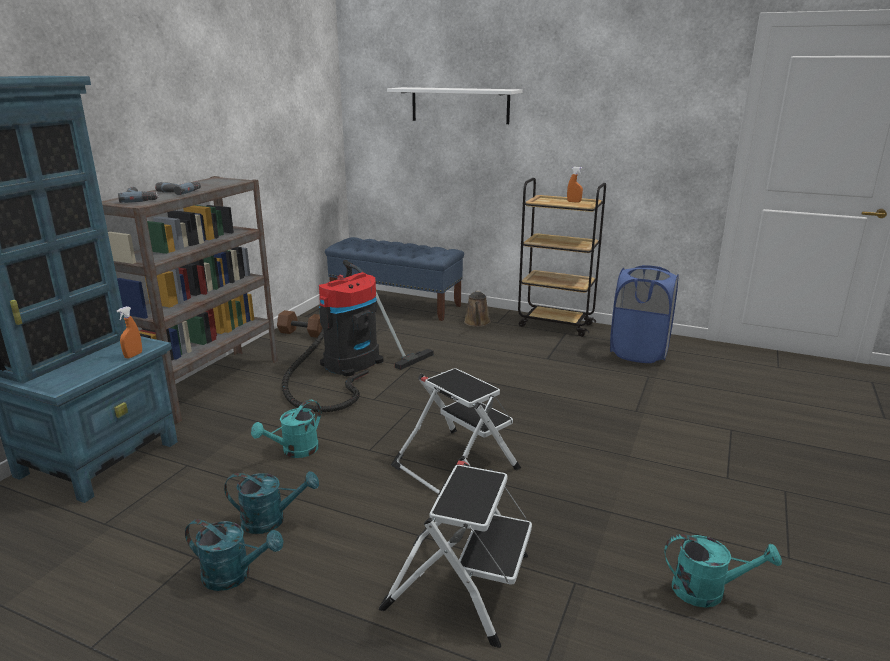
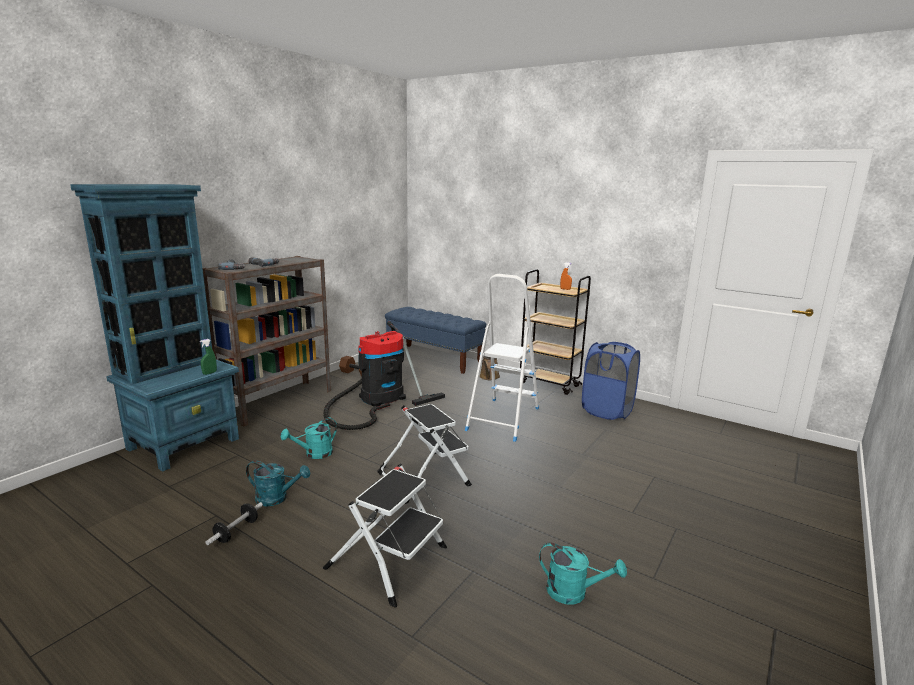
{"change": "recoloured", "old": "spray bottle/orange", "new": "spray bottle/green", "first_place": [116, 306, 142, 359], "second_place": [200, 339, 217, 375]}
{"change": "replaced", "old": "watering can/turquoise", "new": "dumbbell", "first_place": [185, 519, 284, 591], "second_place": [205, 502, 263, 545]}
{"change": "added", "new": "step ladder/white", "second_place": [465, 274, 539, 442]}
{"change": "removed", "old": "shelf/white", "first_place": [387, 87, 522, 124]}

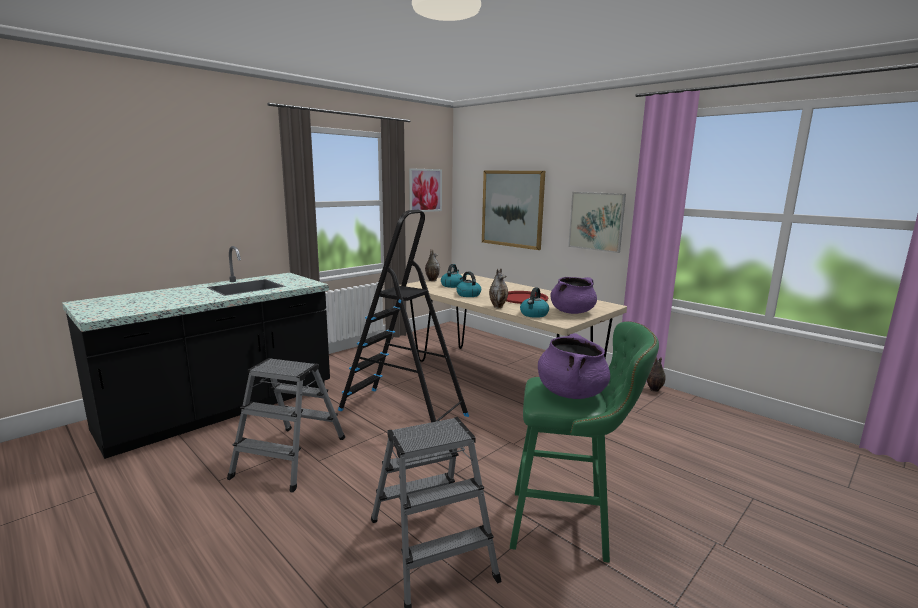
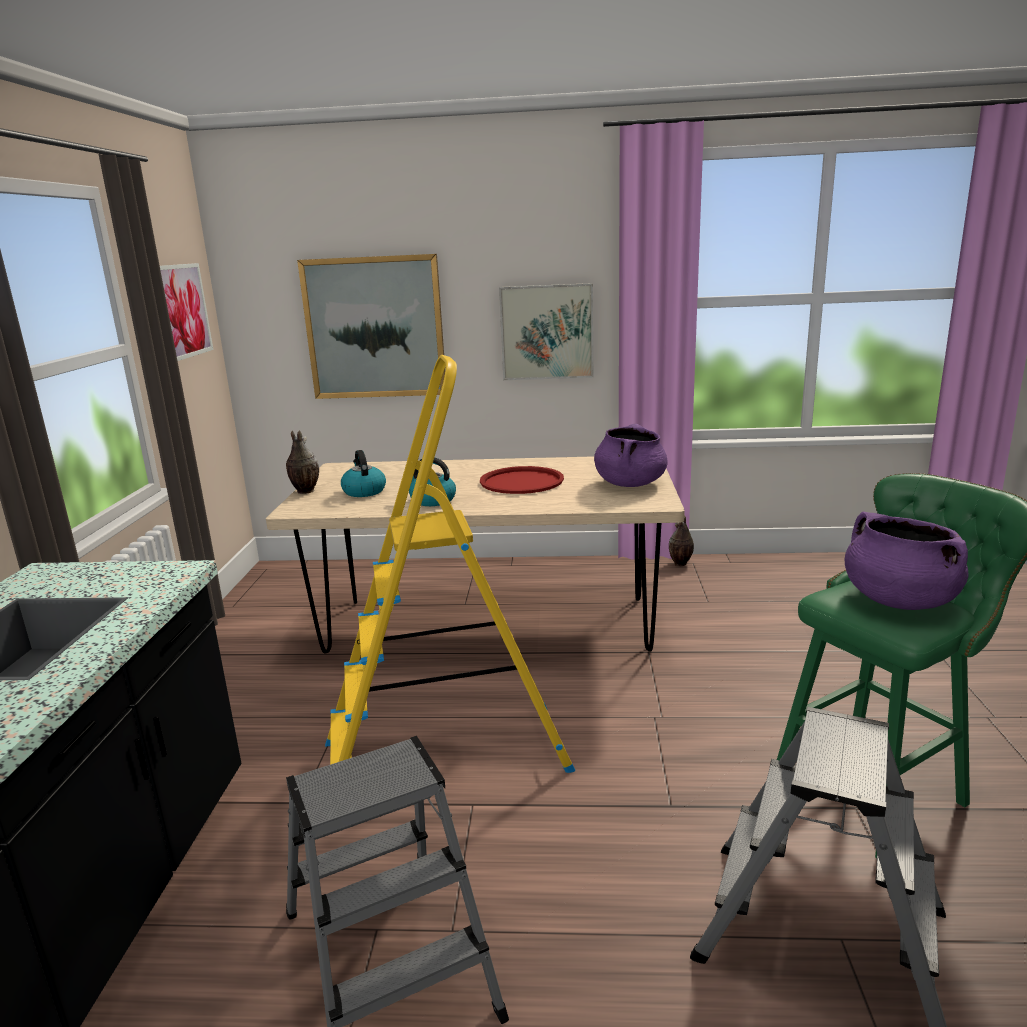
{"change": "recoloured", "old": "step ladder/black", "new": "step ladder/yellow", "first_place": [338, 210, 469, 422], "second_place": [325, 355, 575, 773]}
{"change": "removed", "old": "vase", "first_place": [489, 268, 508, 308]}
{"change": "removed", "old": "kettle", "first_place": [520, 287, 549, 318]}

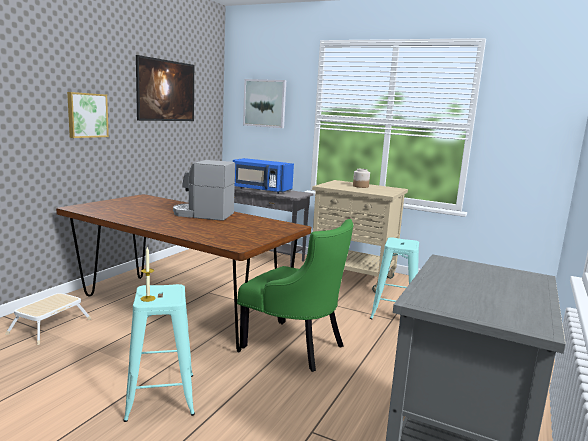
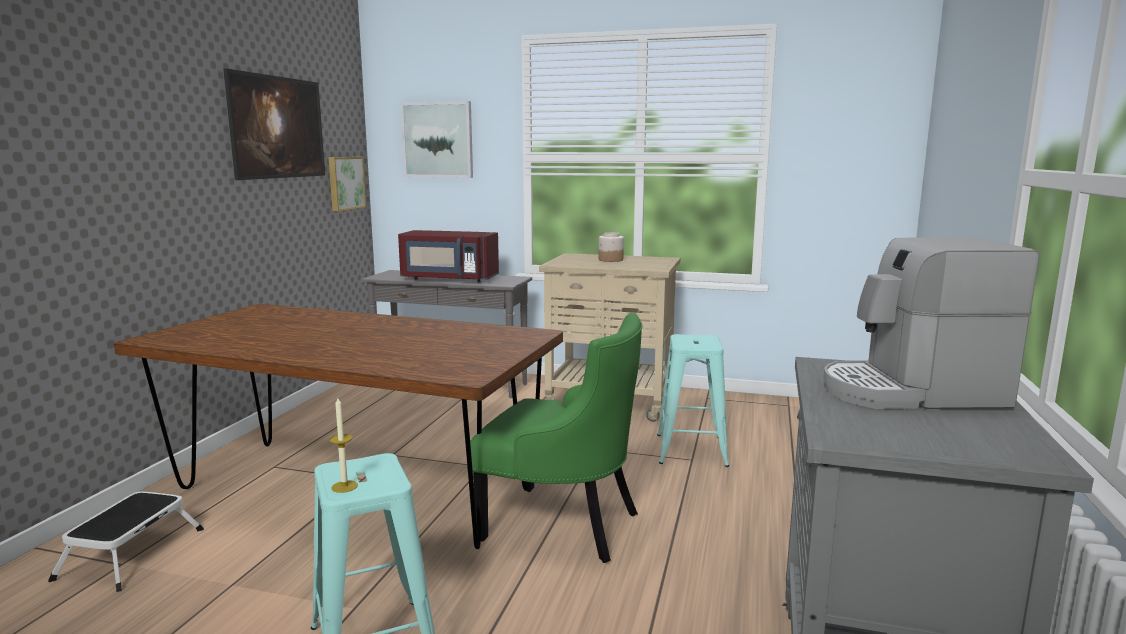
{"change": "recoloured", "old": "step ladder/beige", "new": "step ladder/black", "first_place": [5, 293, 91, 345], "second_place": [48, 492, 204, 592]}
{"change": "moved", "old": "picture", "first_place": [67, 92, 109, 138], "second_place": [328, 157, 366, 211]}
{"change": "recoloured", "old": "microwave/blue", "new": "microwave/red", "first_place": [233, 158, 294, 194], "second_place": [398, 230, 499, 282]}
{"change": "moved", "old": "coffee machine", "first_place": [173, 160, 235, 221], "second_place": [824, 237, 1039, 409]}

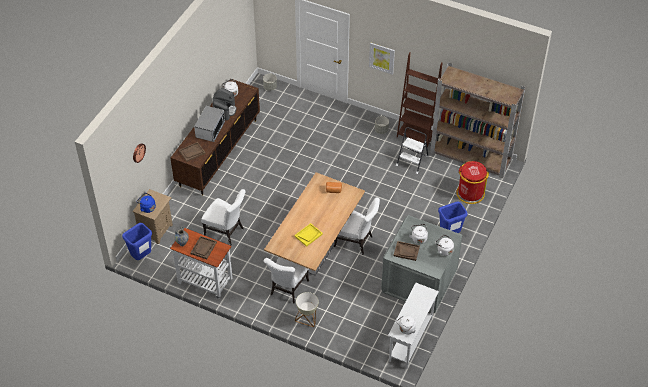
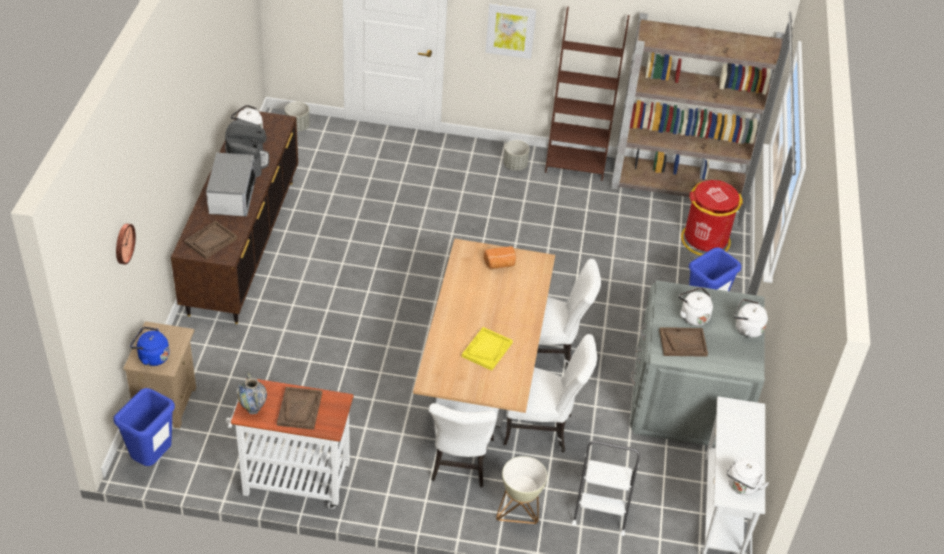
{"change": "moved", "old": "chair/white", "first_place": [201, 189, 246, 245], "second_place": [503, 334, 597, 453]}
{"change": "moved", "old": "step ladder/white", "first_place": [396, 127, 429, 174], "second_place": [571, 441, 640, 536]}

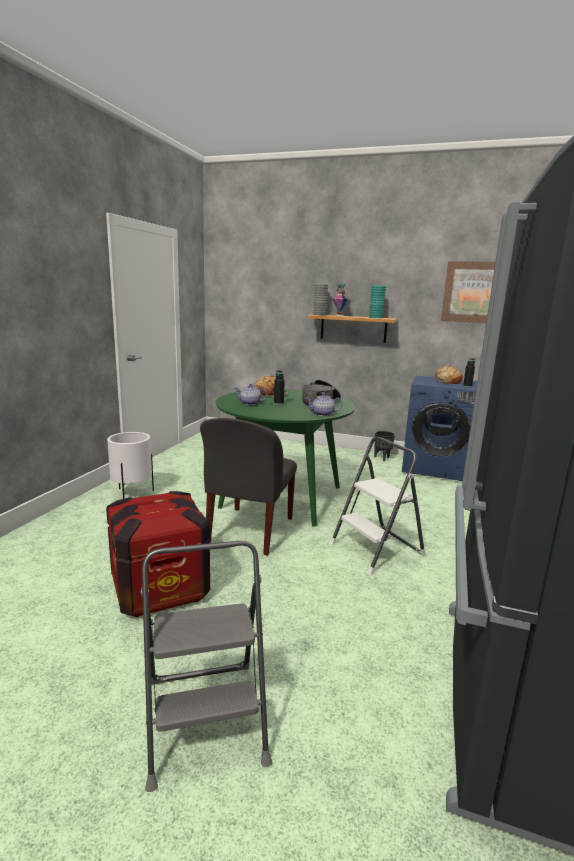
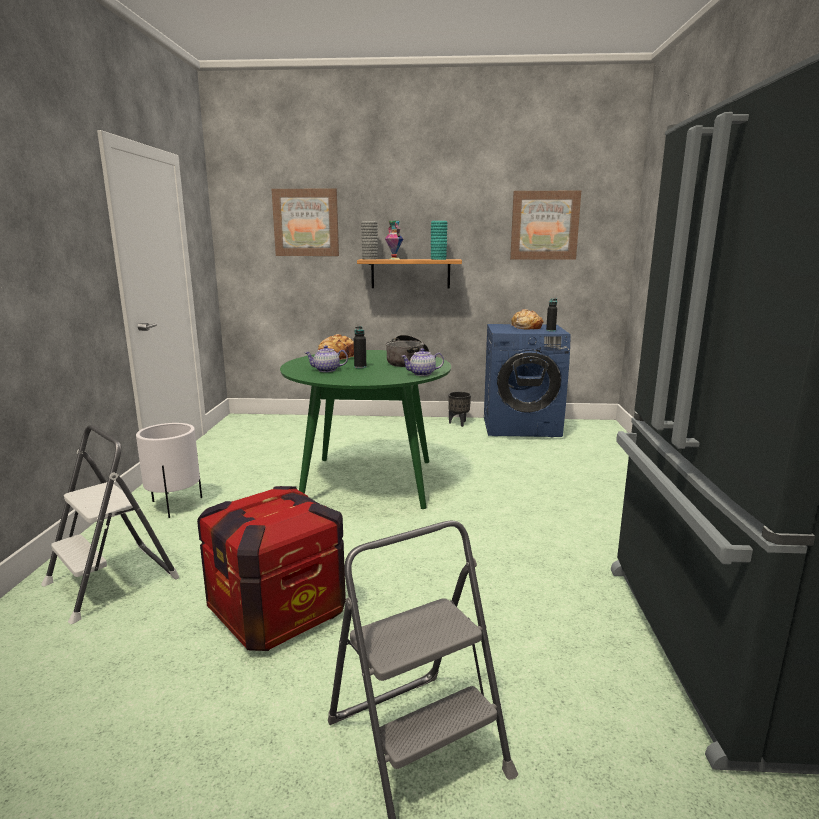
{"change": "moved", "old": "step ladder/white", "first_place": [328, 437, 425, 575], "second_place": [41, 425, 179, 624]}
{"change": "added", "new": "picture", "second_place": [272, 188, 339, 256]}
{"change": "removed", "old": "chair/grey", "first_place": [200, 418, 297, 555]}

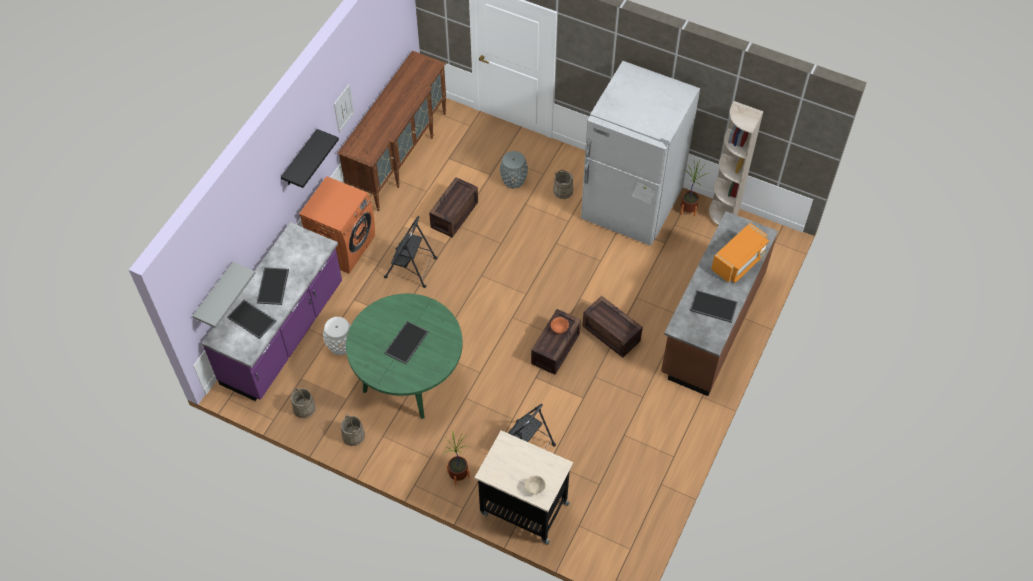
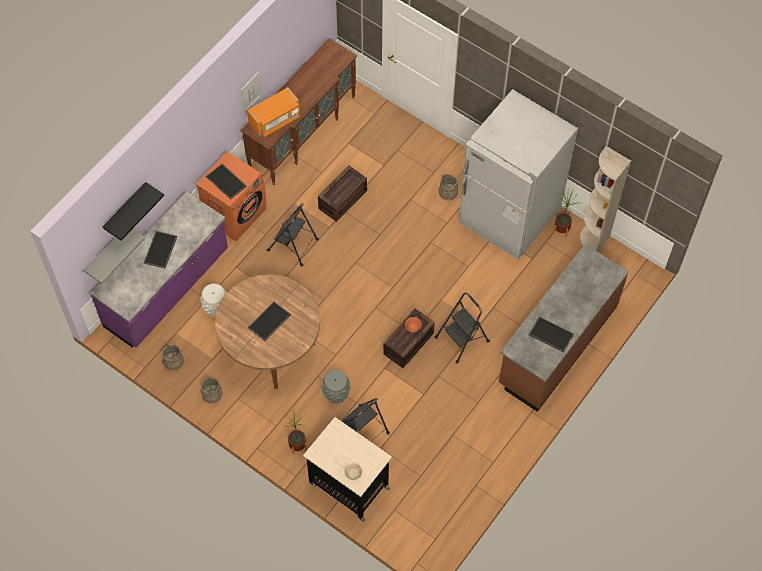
{"change": "moved", "old": "shelf/black", "first_place": [281, 129, 339, 188], "second_place": [102, 182, 164, 241]}
{"change": "moved", "old": "tray", "first_place": [227, 300, 276, 339], "second_place": [206, 164, 247, 200]}
{"change": "recoloured", "old": "dining table/green", "new": "dining table/brown", "first_place": [346, 294, 463, 419], "second_place": [215, 274, 320, 389]}
{"change": "moved", "old": "microwave/orange", "first_place": [711, 223, 769, 283], "second_place": [247, 87, 300, 137]}
{"change": "moved", "old": "stool/grey", "first_place": [500, 151, 528, 188], "second_place": [322, 370, 350, 404]}
{"change": "replaced", "old": "crate", "new": "step ladder/black", "first_place": [582, 296, 643, 358], "second_place": [435, 293, 490, 363]}

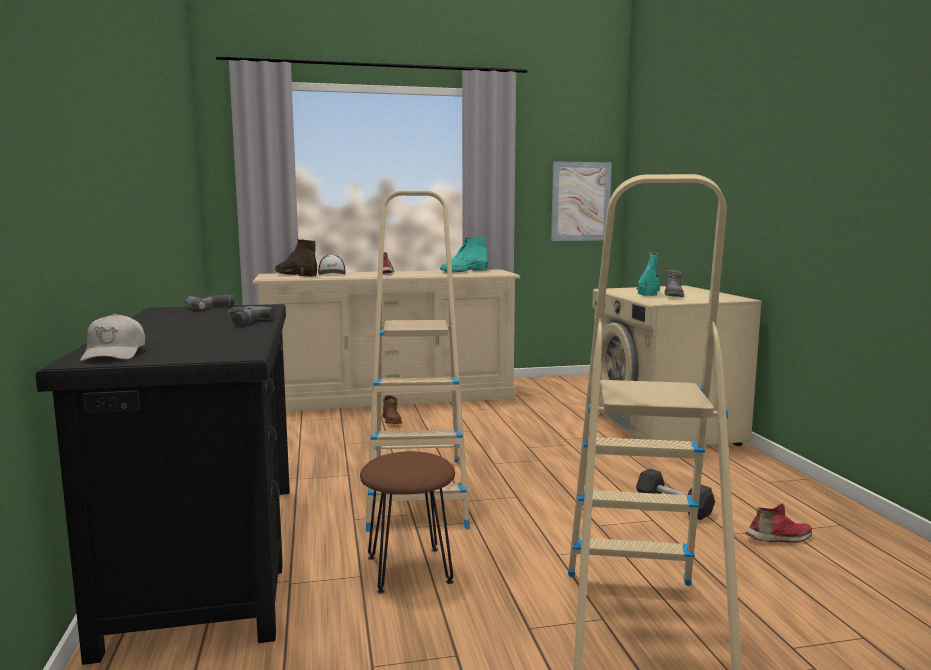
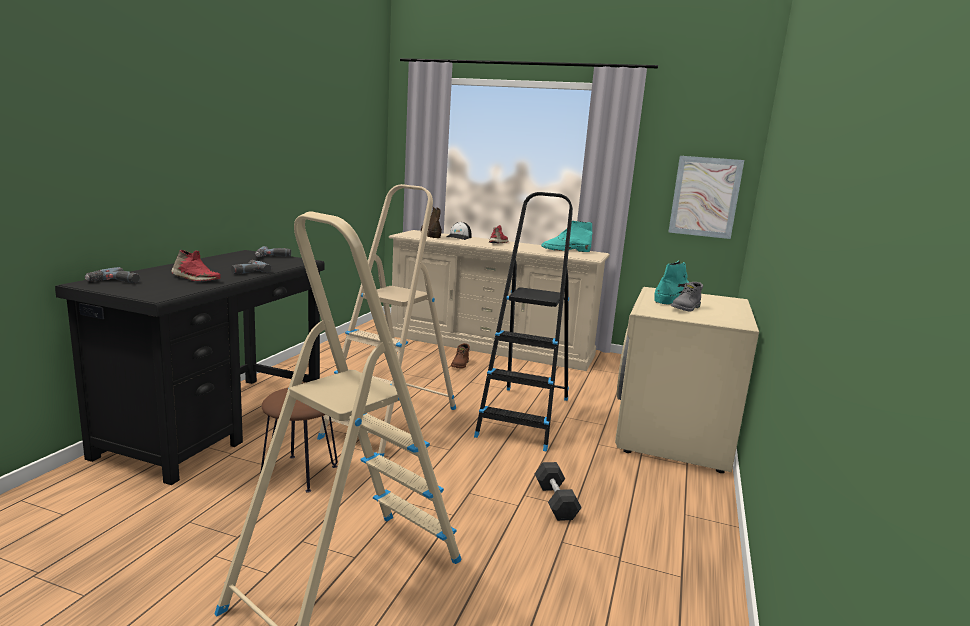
{"change": "replaced", "old": "cap/white", "new": "power drill", "first_place": [80, 313, 145, 361], "second_place": [84, 267, 140, 283]}
{"change": "moved", "old": "shoe/red", "first_place": [745, 504, 812, 543], "second_place": [171, 250, 221, 282]}
{"change": "added", "new": "step ladder/black", "second_place": [474, 192, 573, 451]}

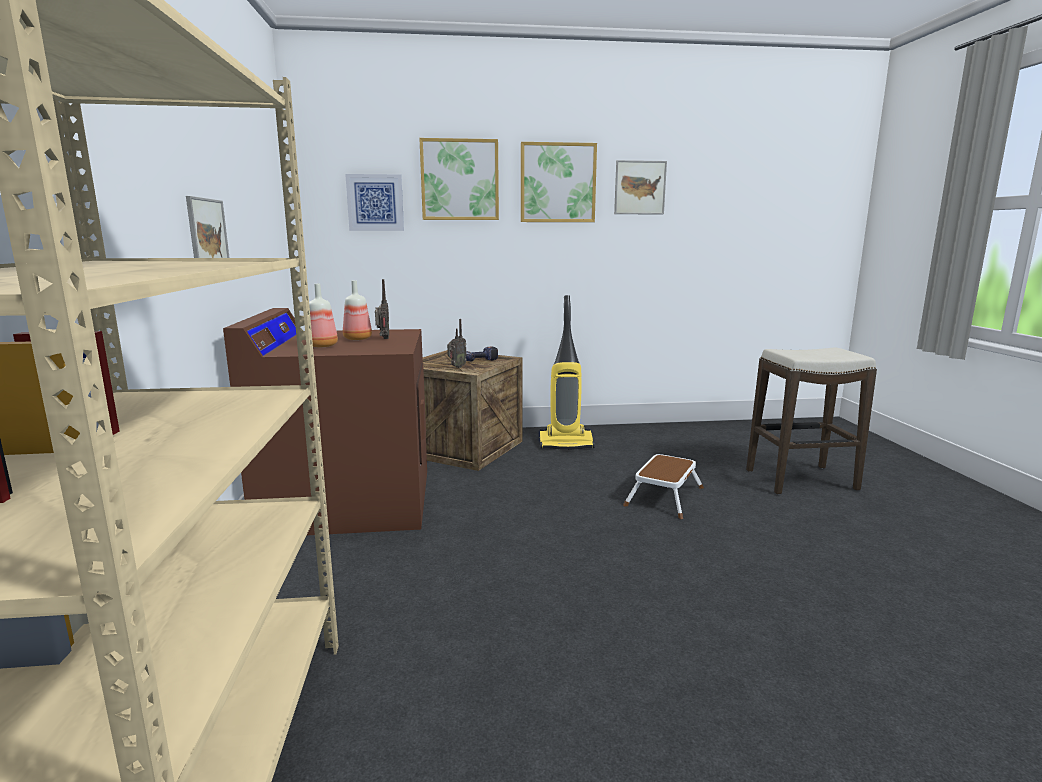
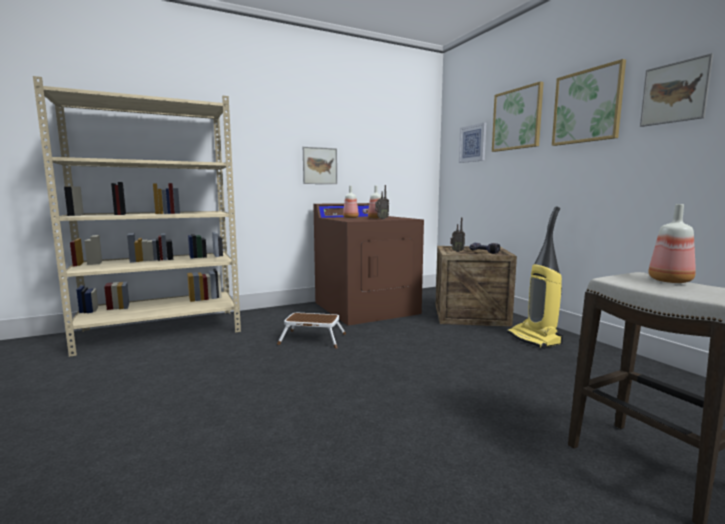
{"change": "moved", "old": "step ladder/brown", "first_place": [623, 454, 704, 519], "second_place": [277, 313, 346, 349]}
{"change": "added", "new": "bottle", "second_place": [648, 204, 696, 283]}

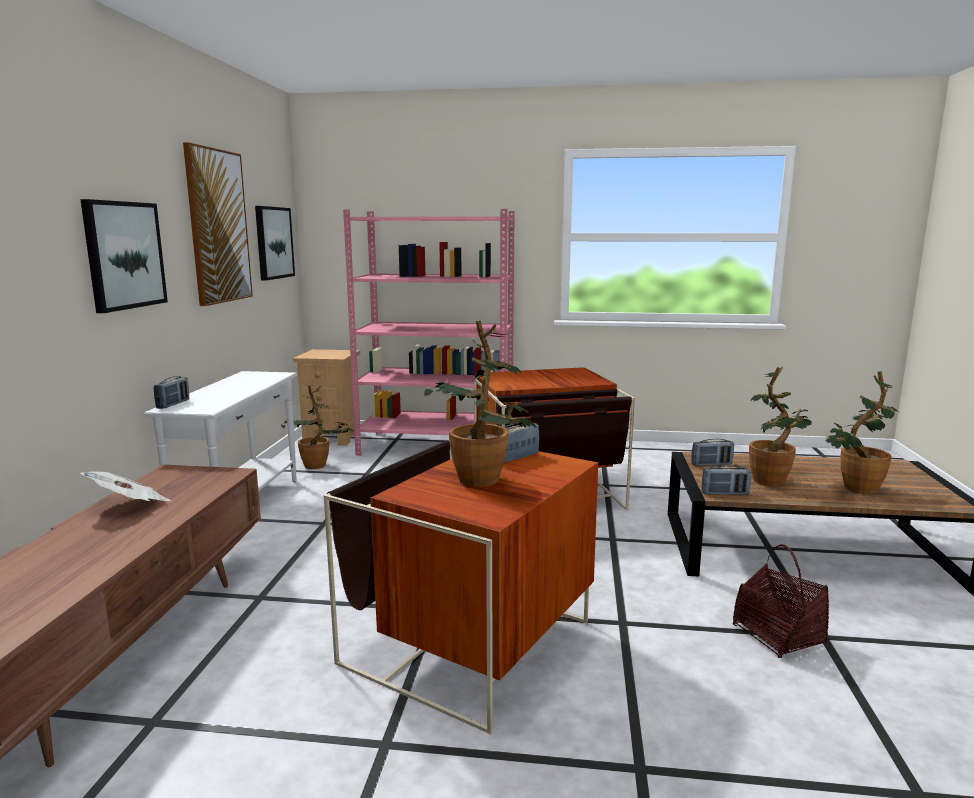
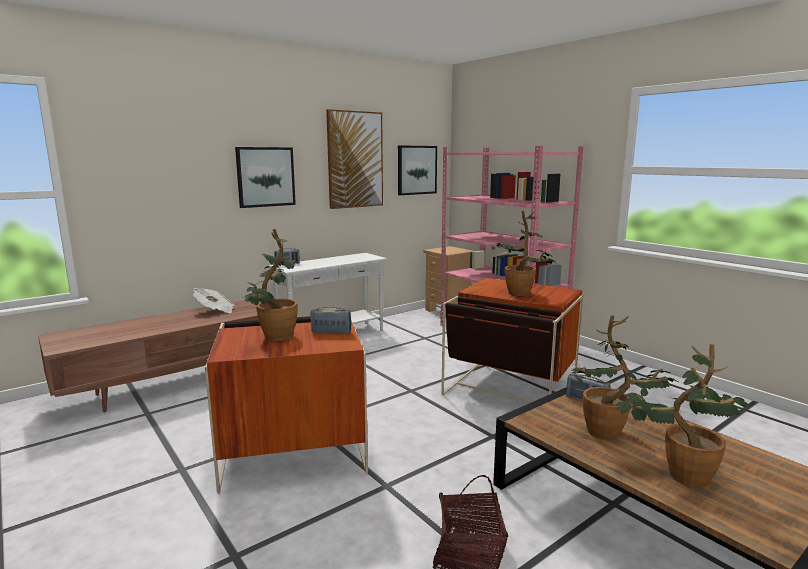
{"change": "moved", "old": "potted plant", "first_place": [281, 385, 354, 469], "second_place": [491, 211, 556, 296]}
{"change": "removed", "old": "radio", "first_place": [702, 465, 752, 495]}

